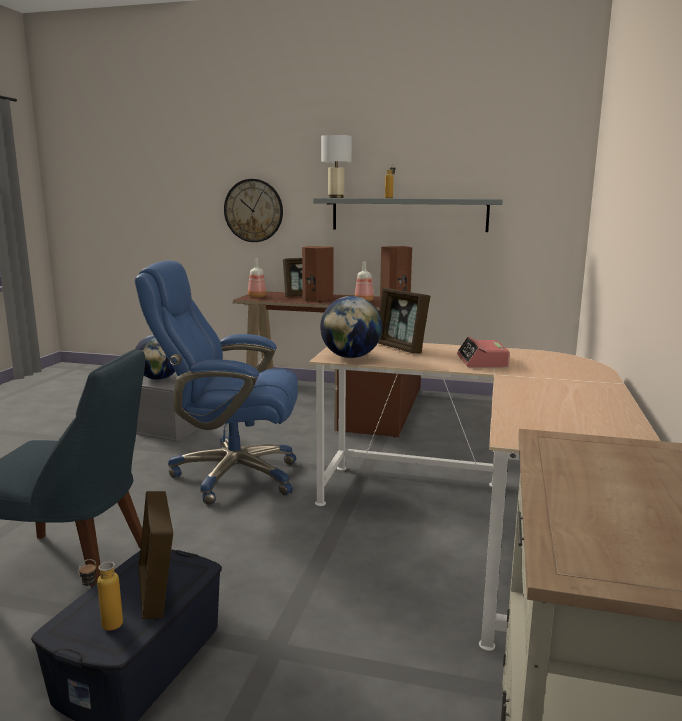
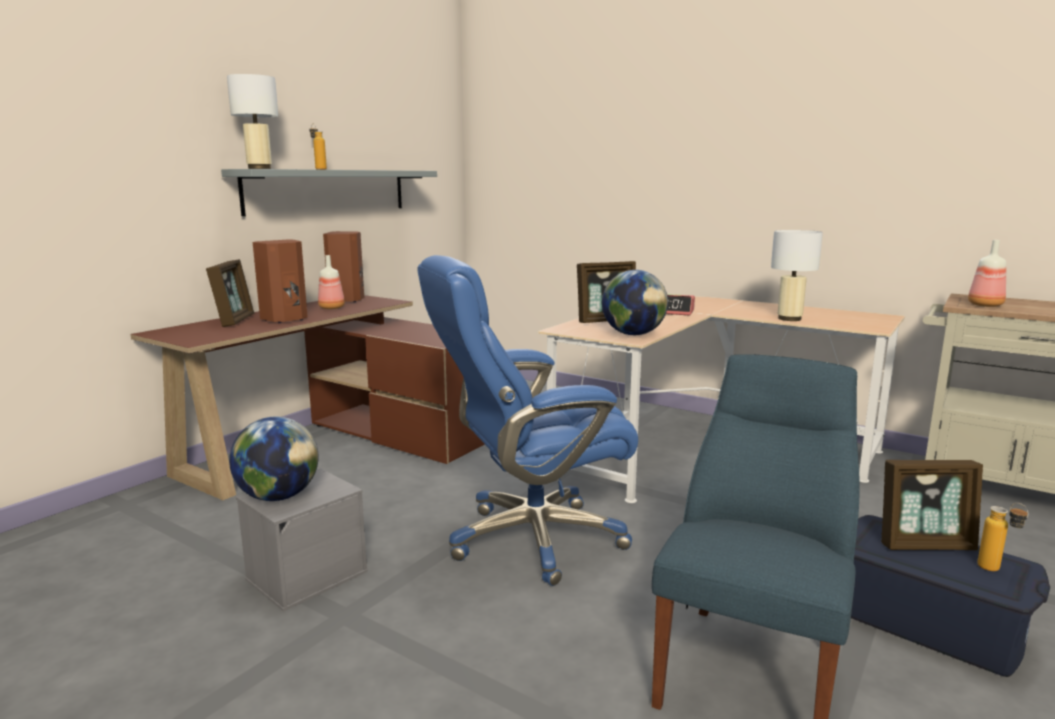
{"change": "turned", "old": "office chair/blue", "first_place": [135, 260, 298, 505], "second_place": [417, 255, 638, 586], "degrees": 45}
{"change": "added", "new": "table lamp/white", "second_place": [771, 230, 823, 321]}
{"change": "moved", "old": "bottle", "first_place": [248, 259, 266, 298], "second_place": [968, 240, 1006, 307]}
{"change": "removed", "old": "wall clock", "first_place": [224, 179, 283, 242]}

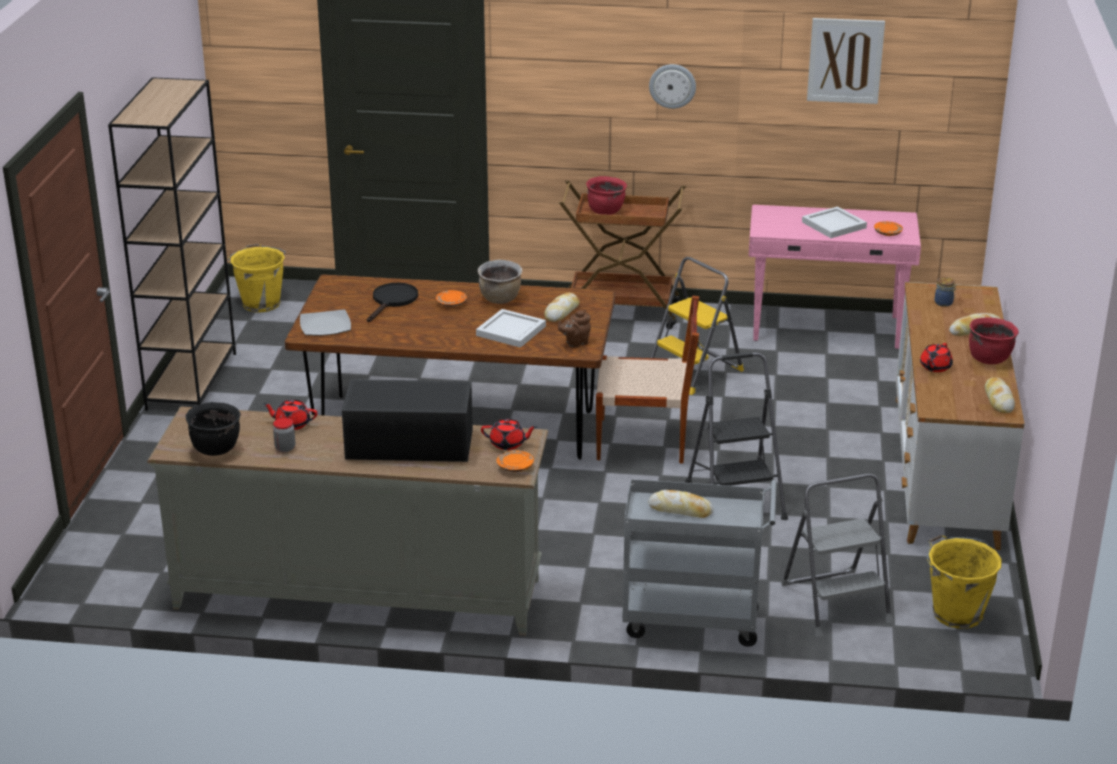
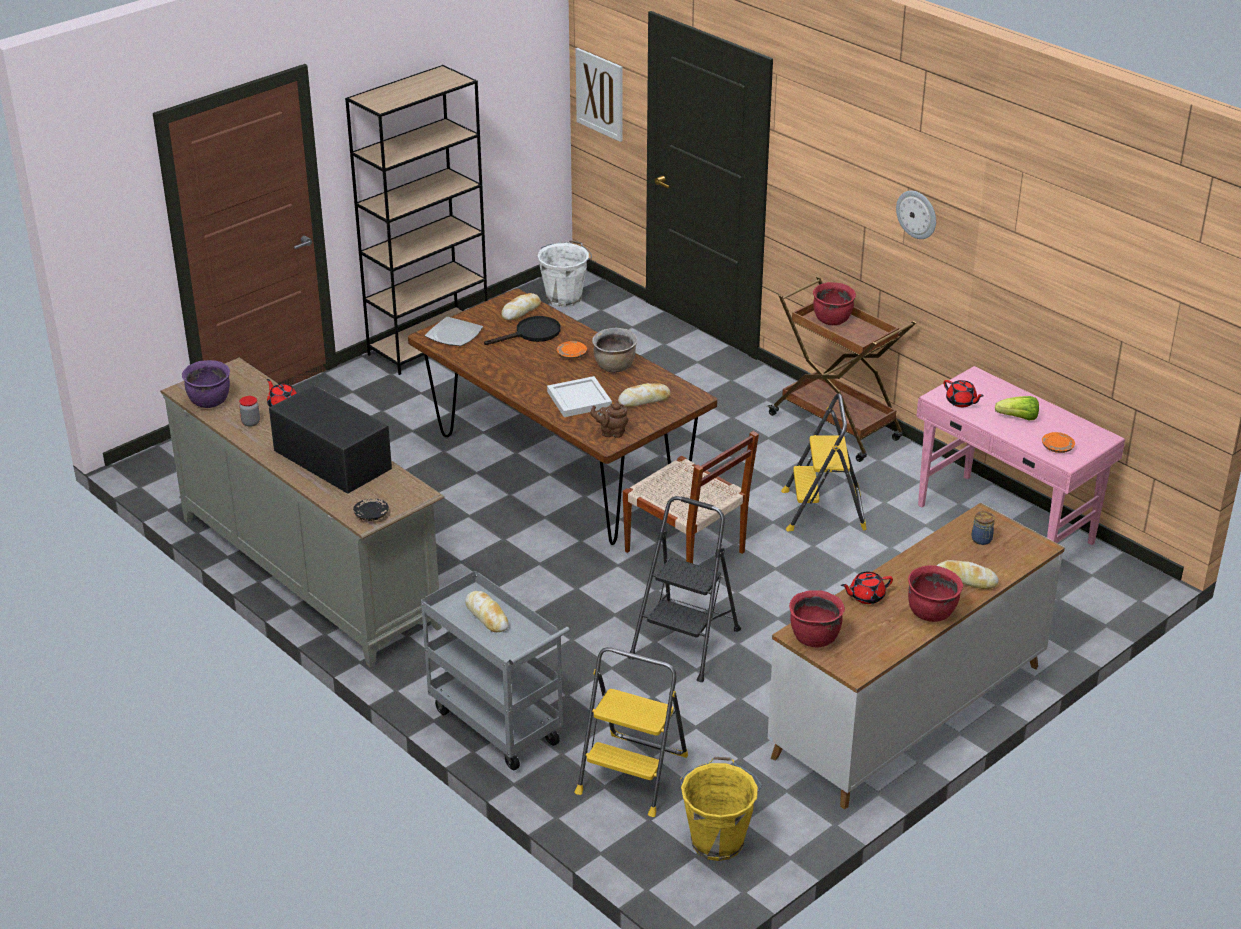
{"change": "recoloured", "old": "cooking pot/black", "new": "cooking pot/purple", "first_place": [185, 402, 240, 456], "second_place": [182, 360, 230, 408]}
{"change": "recoloured", "old": "plate/orange", "new": "plate/black", "first_place": [496, 450, 534, 472], "second_place": [353, 499, 389, 521]}
{"change": "moved", "old": "bread", "first_place": [985, 377, 1015, 413], "second_place": [501, 293, 541, 321]}
{"change": "recoloured", "old": "bucket/yellow", "new": "bucket/white", "first_place": [228, 244, 285, 313], "second_place": [537, 240, 592, 307]}
{"change": "recoloured", "old": "step ladder/grey", "new": "step ladder/yellow", "first_place": [781, 474, 894, 637], "second_place": [574, 647, 688, 817]}
{"change": "moved", "old": "picture", "first_place": [807, 18, 885, 104], "second_place": [576, 48, 622, 142]}
{"change": "added", "new": "cooking pot/red", "second_place": [789, 590, 845, 647]}
{"change": "moved", "old": "teapot/red", "first_place": [481, 419, 537, 450], "second_place": [944, 380, 984, 407]}
{"change": "replaced", "old": "tray/white", "new": "lettuce", "first_place": [802, 206, 867, 238], "second_place": [995, 396, 1039, 420]}

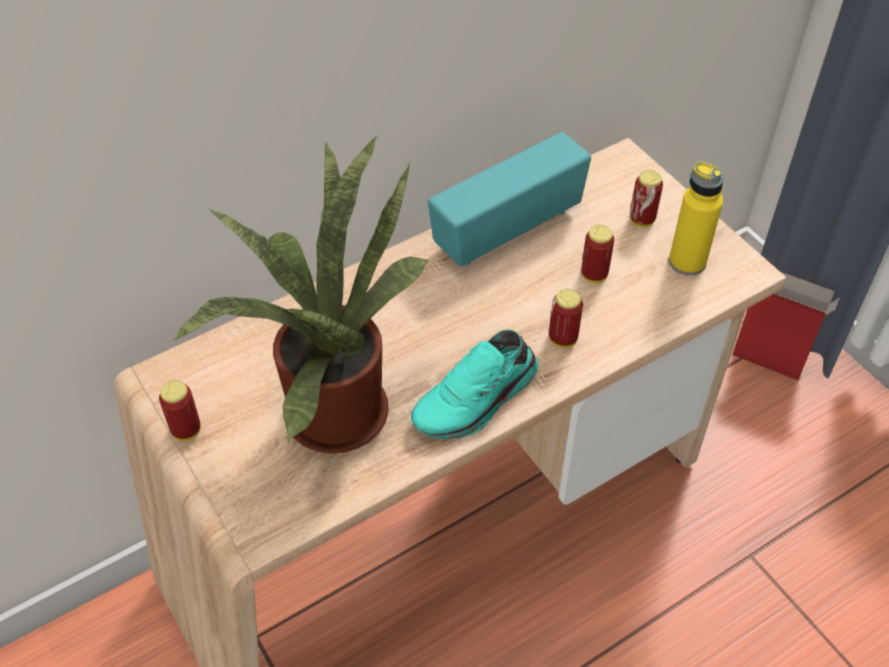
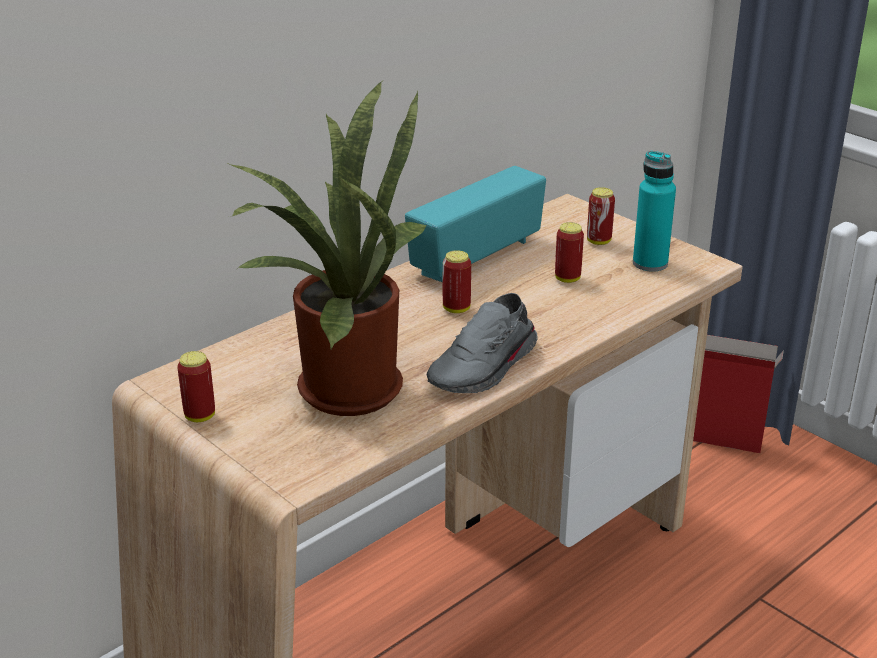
{"change": "recoloured", "old": "shoe/turquoise", "new": "shoe/grey", "first_place": [411, 330, 538, 439], "second_place": [427, 293, 538, 393]}
{"change": "moved", "old": "can", "first_place": [549, 289, 583, 348], "second_place": [443, 250, 471, 313]}
{"change": "recoloured", "old": "bottle/yellow", "new": "bottle/turquoise", "first_place": [669, 161, 723, 276], "second_place": [633, 151, 676, 272]}

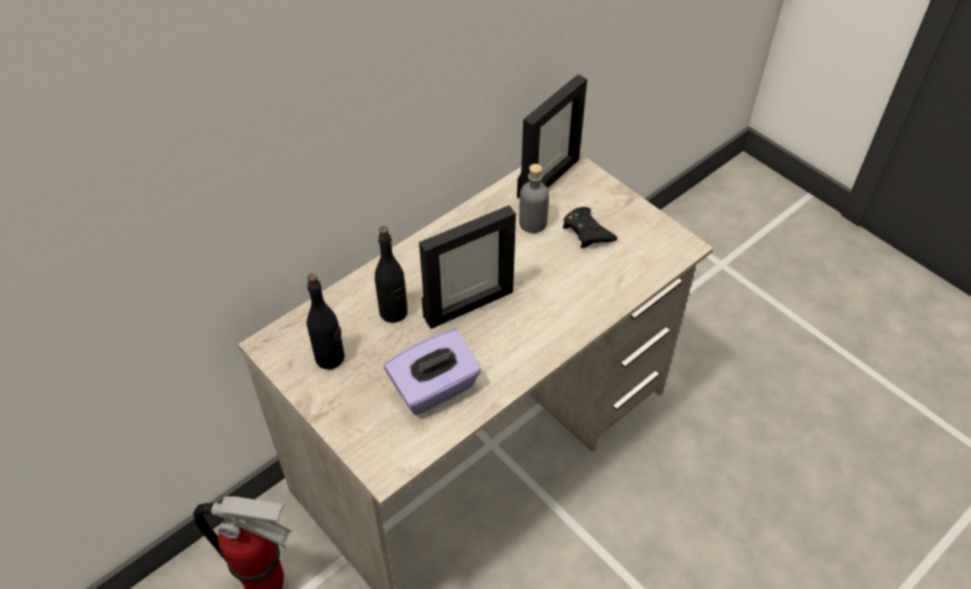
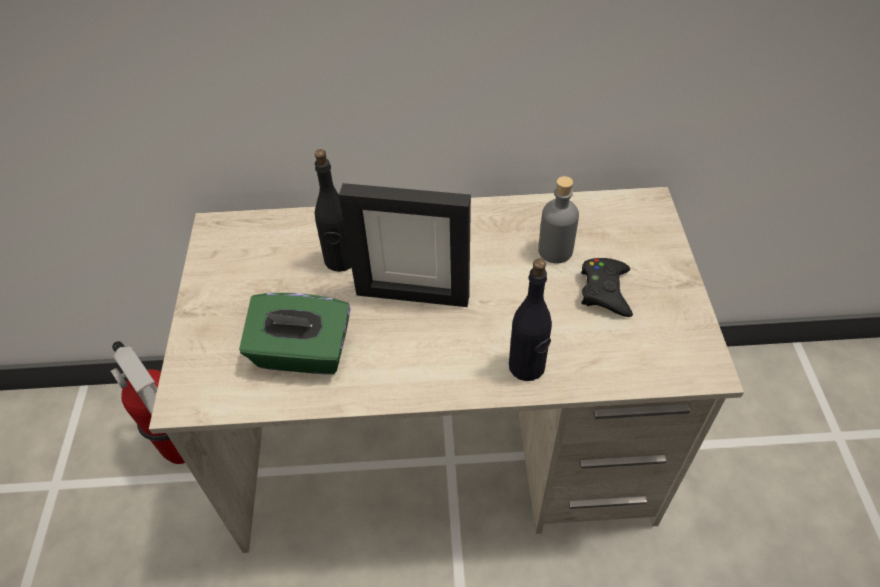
{"change": "recoloured", "old": "tissue box/purple", "new": "tissue box/green", "first_place": [384, 329, 481, 415], "second_place": [239, 293, 351, 374]}
{"change": "moved", "old": "bottle/black", "first_place": [307, 273, 345, 370], "second_place": [509, 258, 552, 381]}
{"change": "removed", "old": "picture frame", "first_place": [517, 75, 587, 199]}

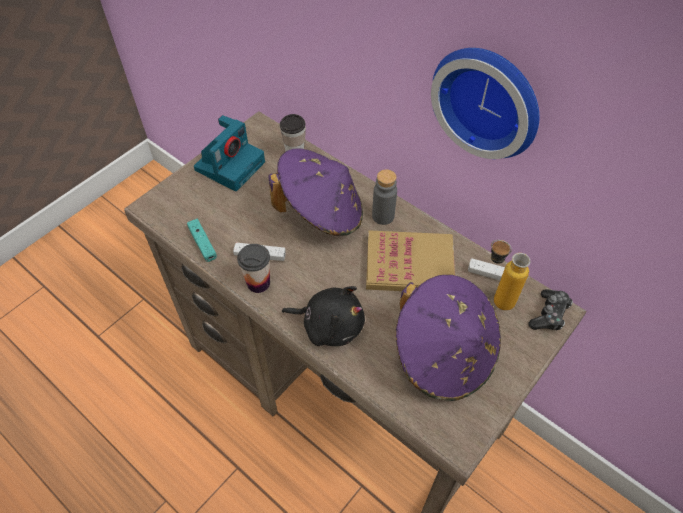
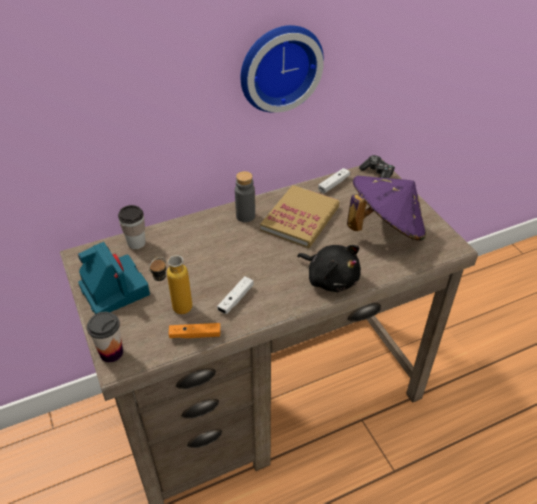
{"change": "moved", "old": "cup", "first_place": [237, 244, 270, 293], "second_place": [87, 312, 123, 362]}
{"change": "moved", "old": "bottle", "first_place": [491, 240, 531, 310], "second_place": [149, 255, 192, 314]}
{"change": "recoloured", "old": "game controller/turquoise", "new": "game controller/orange", "first_place": [187, 219, 217, 262], "second_place": [169, 323, 221, 338]}
{"change": "turned", "old": "plush toy/black", "first_place": [282, 286, 365, 346], "second_place": [297, 245, 361, 292], "degrees": 90}
{"change": "removed", "old": "hat/purple", "first_place": [269, 148, 363, 236]}

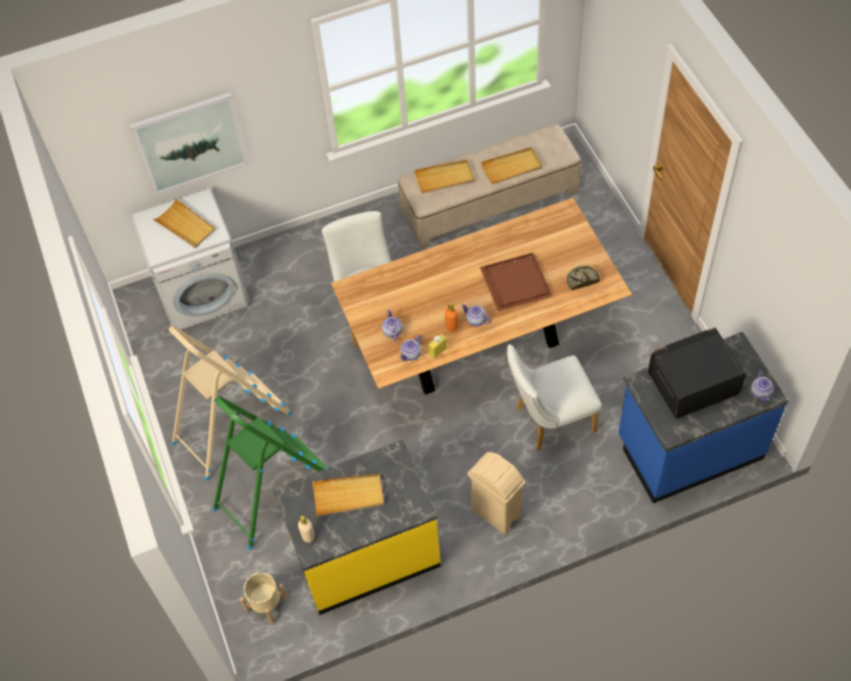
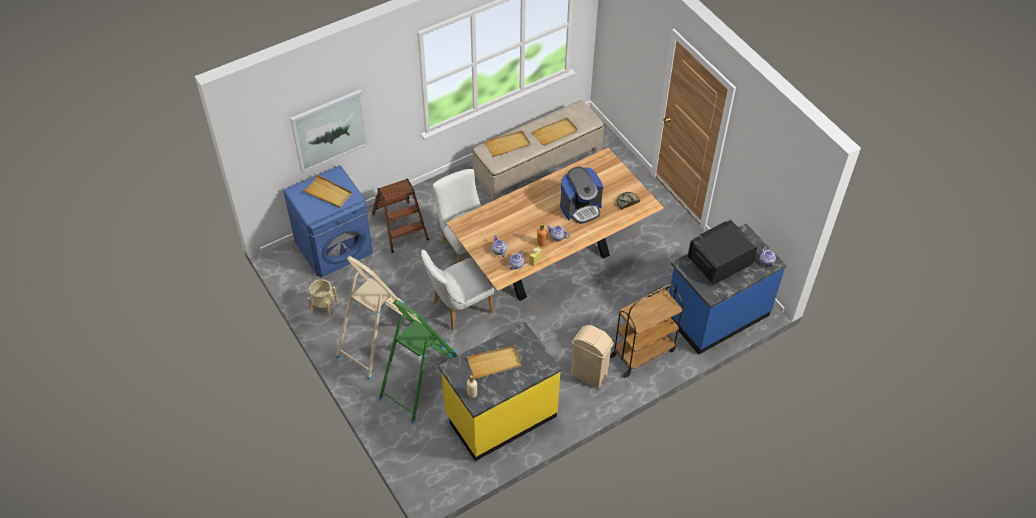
{"change": "recoloured", "old": "washing machine/white", "new": "washing machine/blue", "first_place": [130, 188, 250, 330], "second_place": [283, 165, 373, 277]}
{"change": "moved", "old": "planter/beige", "first_place": [240, 572, 288, 624], "second_place": [307, 279, 338, 317]}
{"change": "added", "new": "step ladder/brown", "second_place": [372, 178, 429, 253]}
{"change": "moved", "old": "chair/white", "first_place": [506, 344, 602, 451], "second_place": [421, 250, 494, 330]}
{"change": "replaced", "old": "tray/brown", "new": "coffee machine", "first_place": [480, 253, 553, 312], "second_place": [560, 167, 603, 224]}
{"change": "added", "new": "cart/brown", "second_place": [610, 283, 683, 378]}

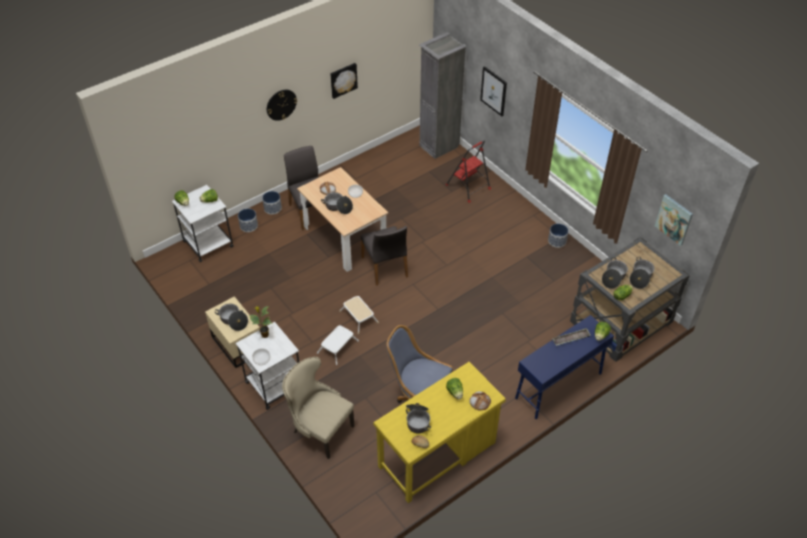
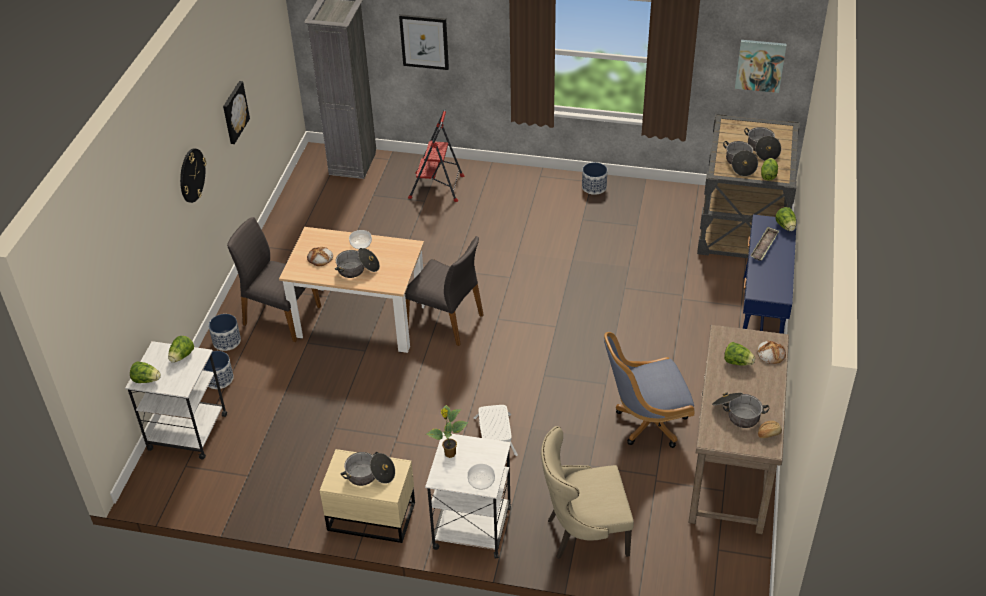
{"change": "recoloured", "old": "desk/yellow", "new": "desk/brown", "first_place": [373, 362, 506, 503], "second_place": [688, 325, 789, 534]}
{"change": "removed", "old": "step ladder/beige", "first_place": [339, 296, 379, 334]}

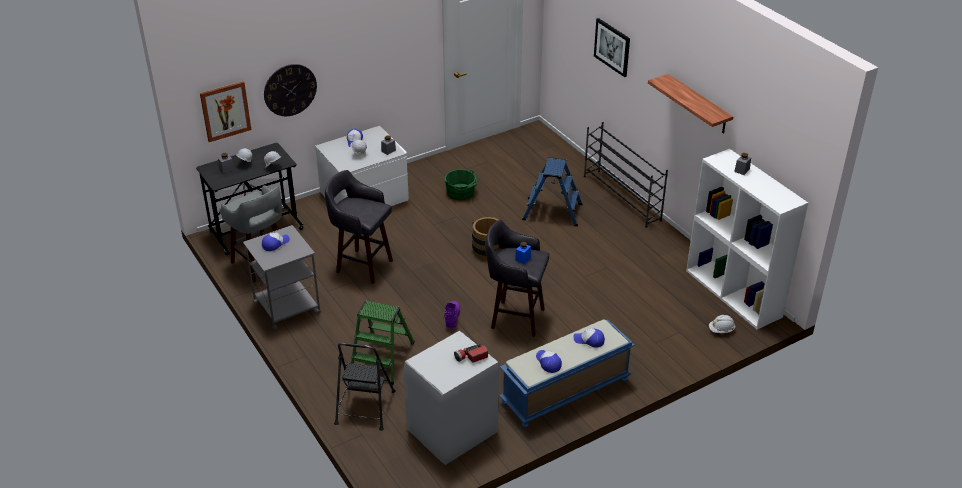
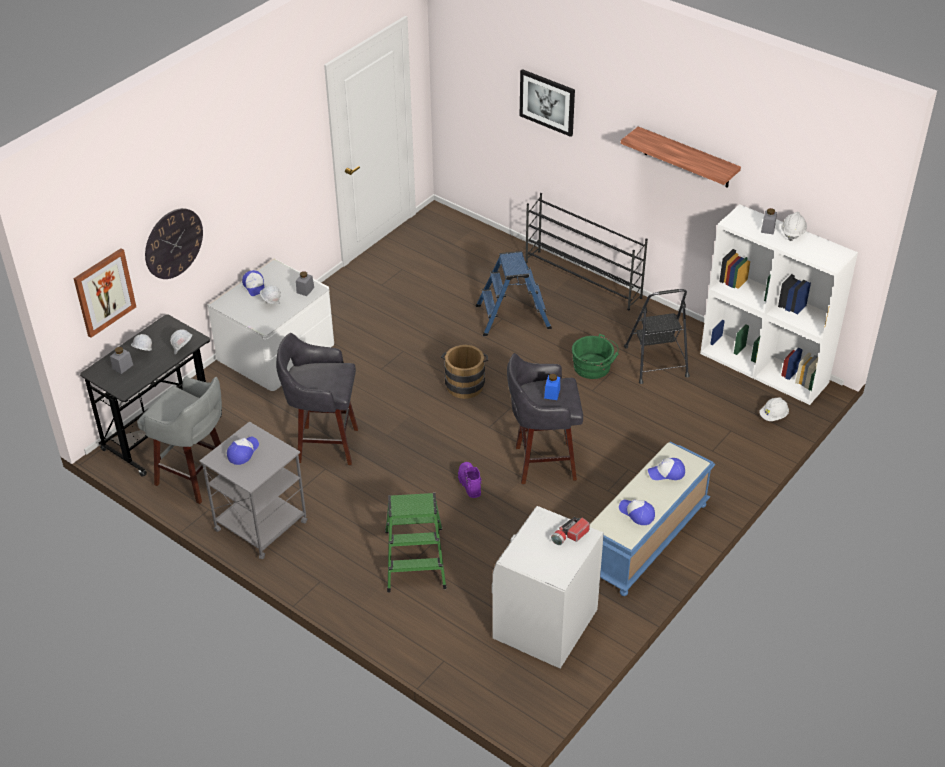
{"change": "moved", "old": "bucket/green", "first_place": [444, 169, 480, 200], "second_place": [572, 334, 619, 379]}
{"change": "moved", "old": "step ladder/black", "first_place": [334, 343, 396, 431], "second_place": [624, 289, 690, 384]}
{"change": "added", "new": "hard hat/white", "second_place": [781, 212, 807, 241]}

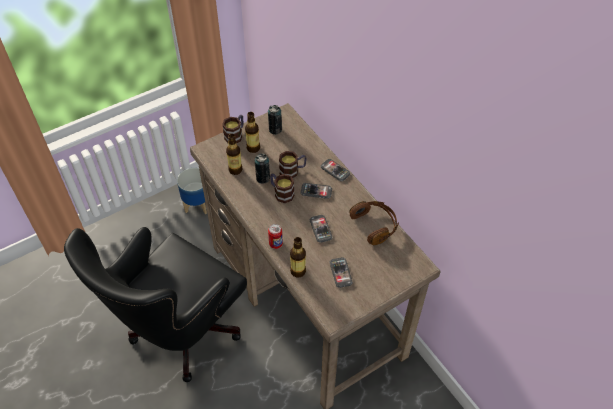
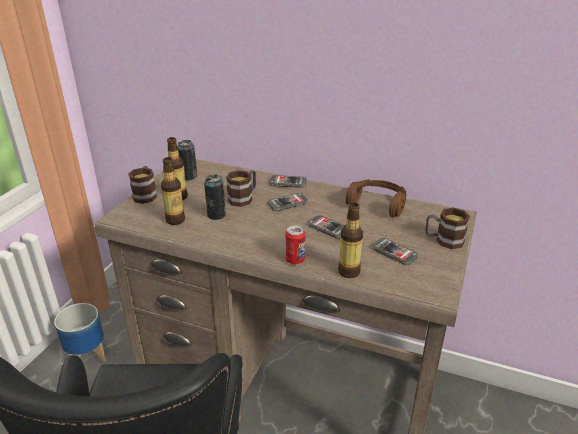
{"change": "moved", "old": "mug", "first_place": [270, 173, 295, 203], "second_place": [425, 208, 470, 249]}

